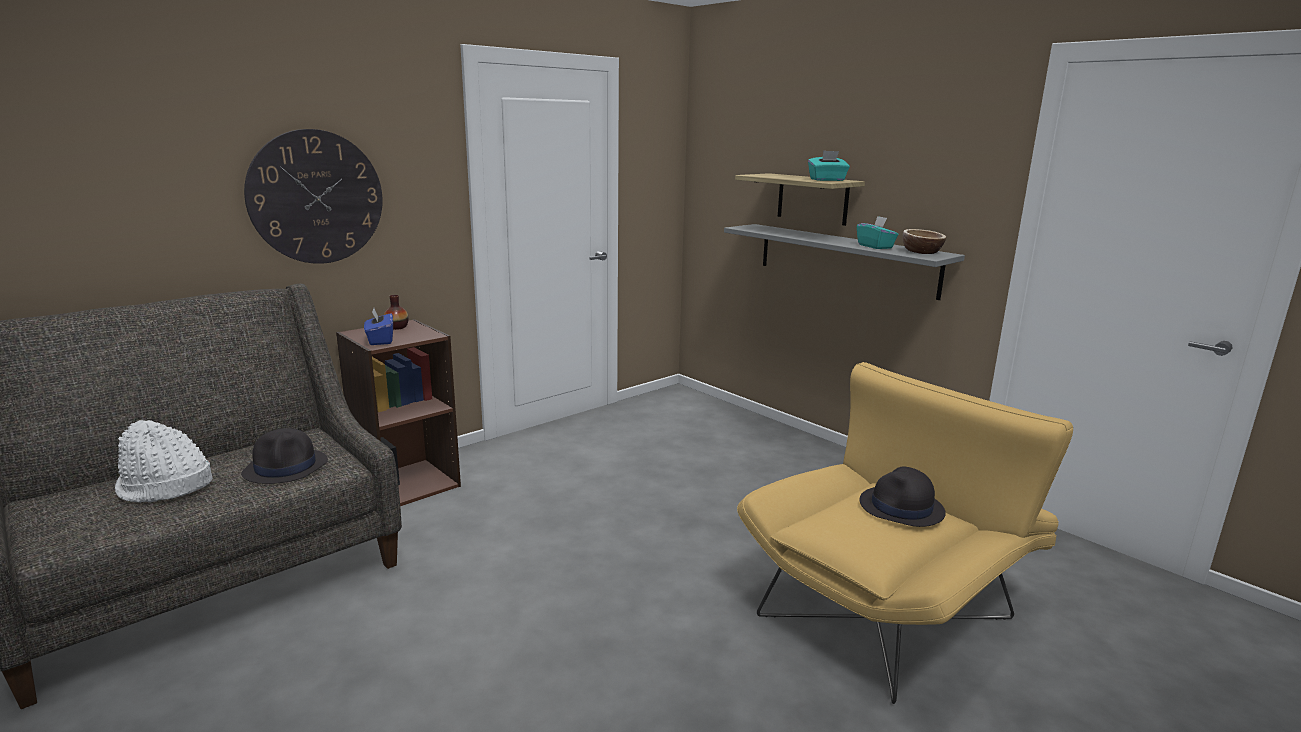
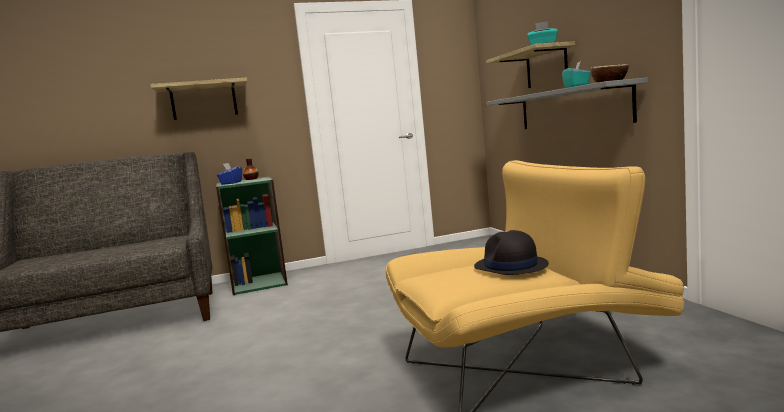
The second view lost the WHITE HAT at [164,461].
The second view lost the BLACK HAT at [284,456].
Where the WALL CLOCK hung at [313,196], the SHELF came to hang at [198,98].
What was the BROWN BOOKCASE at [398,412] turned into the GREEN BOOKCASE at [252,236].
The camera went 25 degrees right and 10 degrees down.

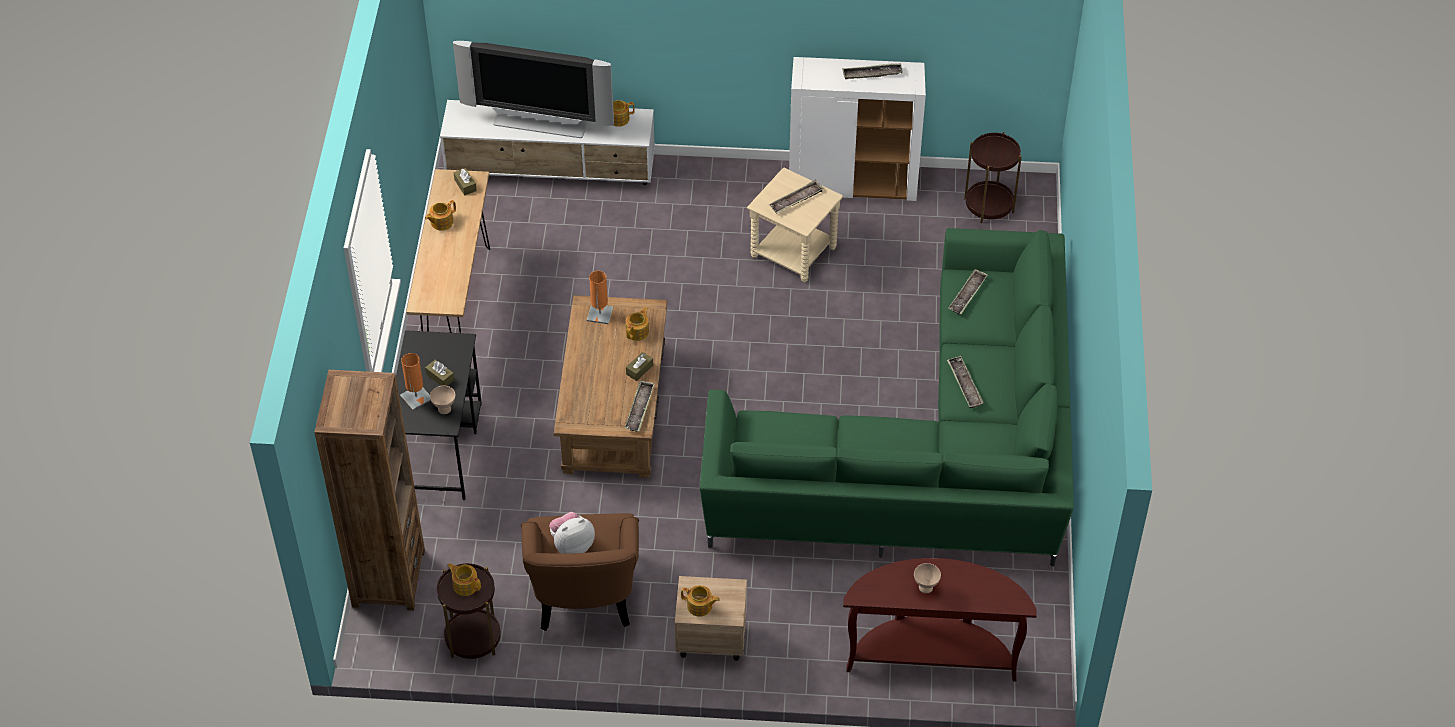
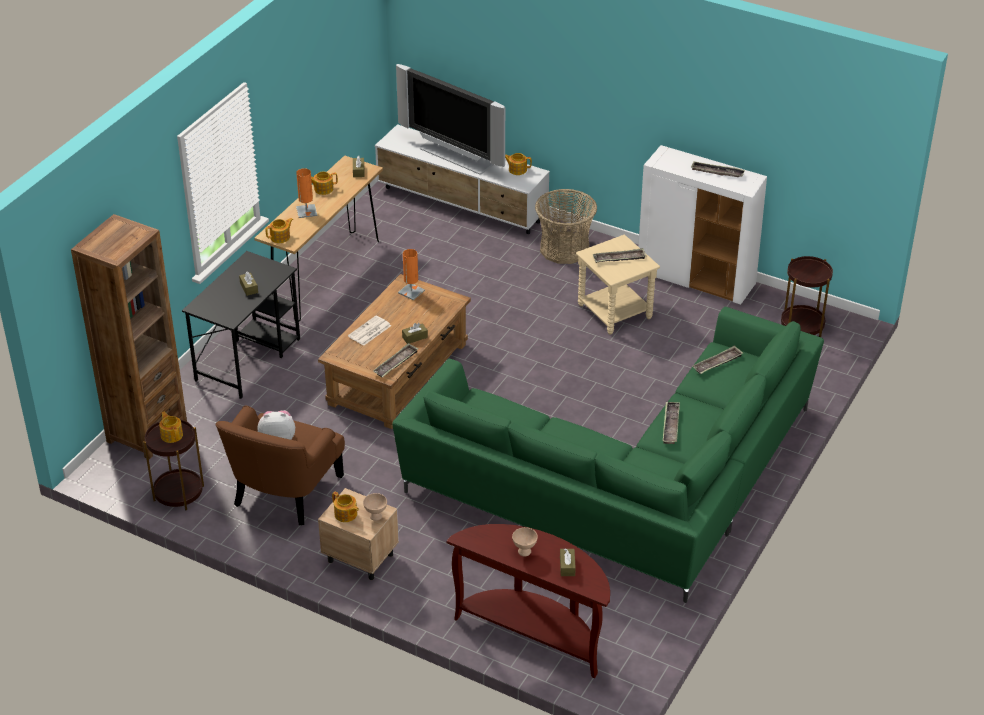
The second view gained the NEWSPAPER at [369,331].
The second view gained the BASKET at [566,226].
The second view gained the BROWN TISSUE BOX at [568,562].
The ORANGE TABLE LAMP ended up elsewhere, having gone from [415,381] to [306,193].
The BEIGE BOWL ended up elsewhere, having gone from [442,400] to [375,507].
The TEAPOT ended up elsewhere, having gone from [637,324] to [279,230].
The camera went 25 degrees right and 10 degrees down.

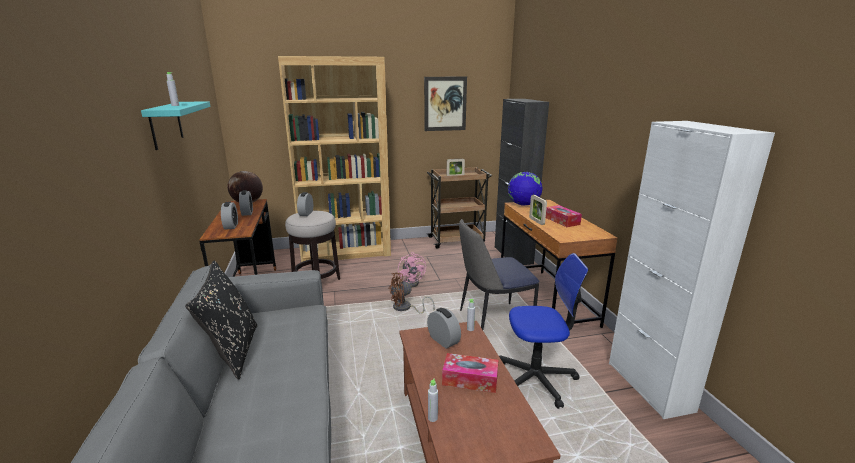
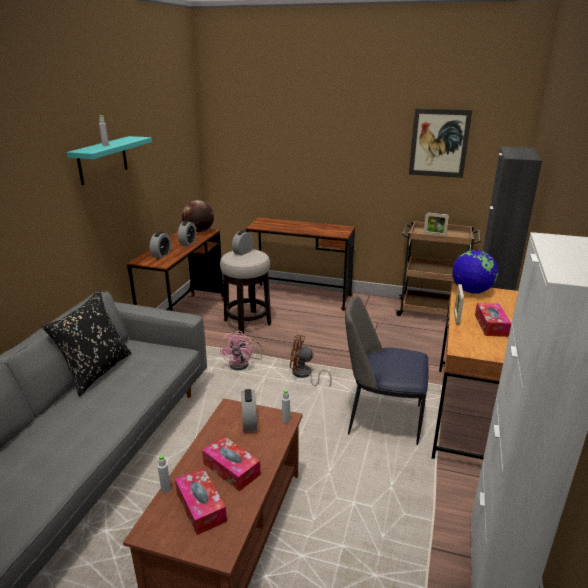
The second view lost the OFFICE CHAIR at [544,331].
The second view gained the TISSUE BOX at [201,501].
The PINK FAN ended up elsewhere, having gone from [412,269] to [241,350].
Where the BROWN BOOKCASE stood at [334,159], the BROWN DESK came to stand at [300,264].
The camera went 30 degrees right and 5 degrees up.

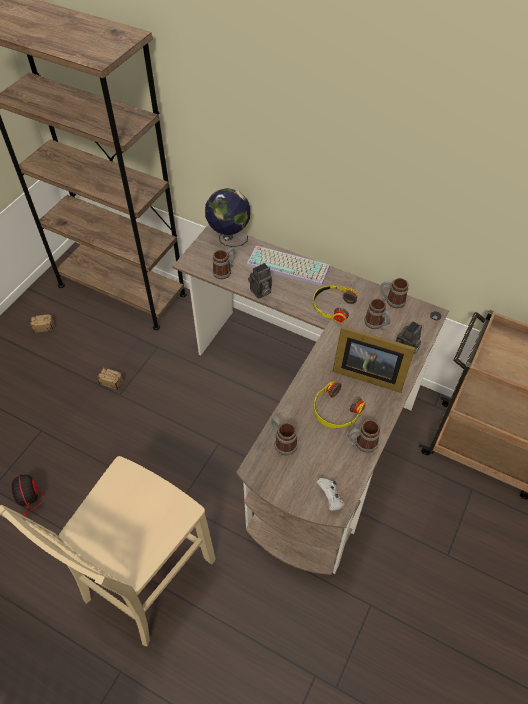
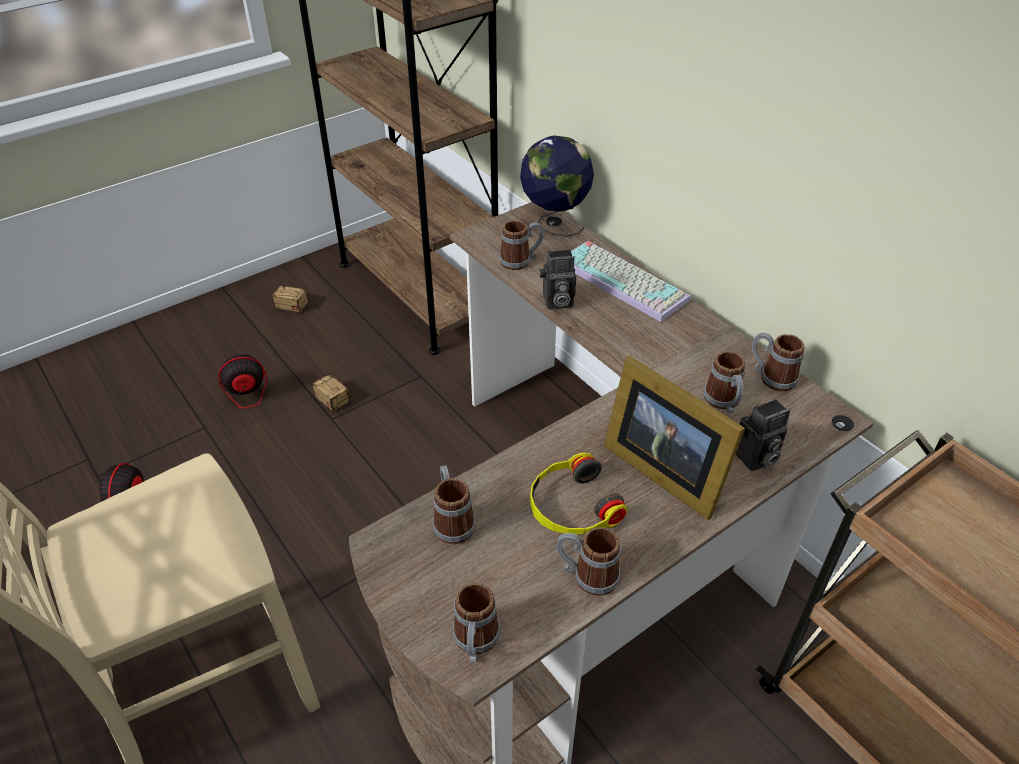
The second view lost the HEADPHONES at [335,304].
The second view gained the FAN at [227,414].
Where the WHITE GAME CONTROLLER stood at [331,494], the MUG came to stand at [476,623].
The camera went 25 degrees right and 10 degrees down.

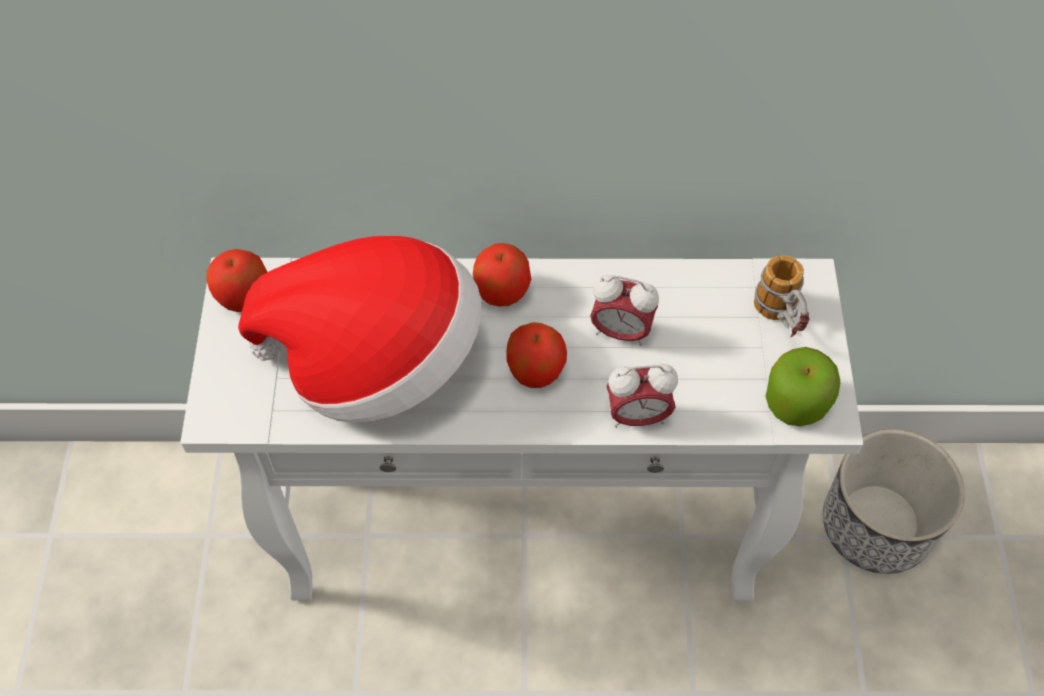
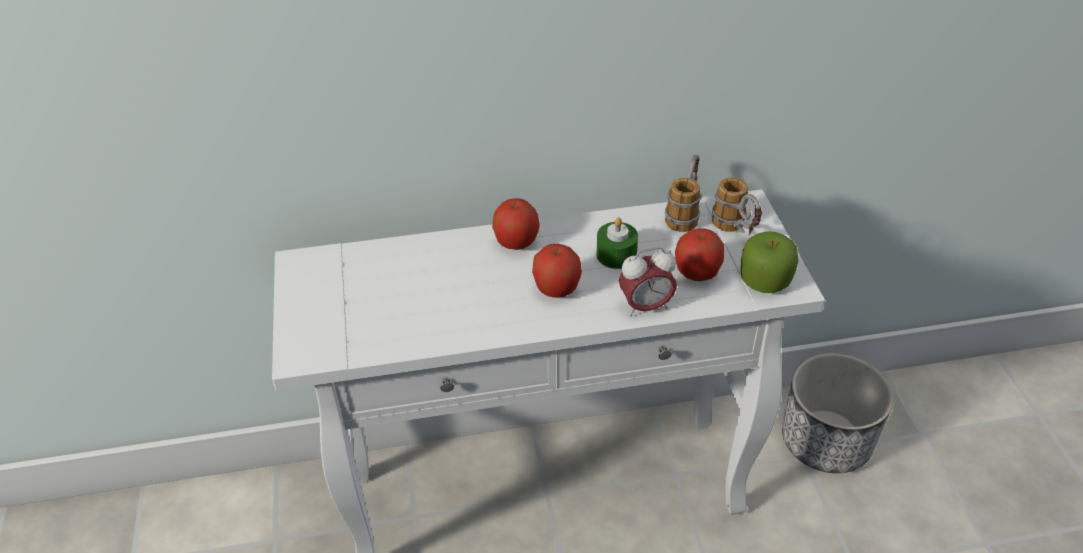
The second view lost the HAT at [359,329].
The second view gained the MUG at [683,193].
The APPLE ended up elsewhere, having gone from [236,280] to [699,254].
Where the ALARM CLOCK stood at [624,310], the GREEN CANDLE came to stand at [617,243].
The camera went 10 degrees left and 15 degrees down.

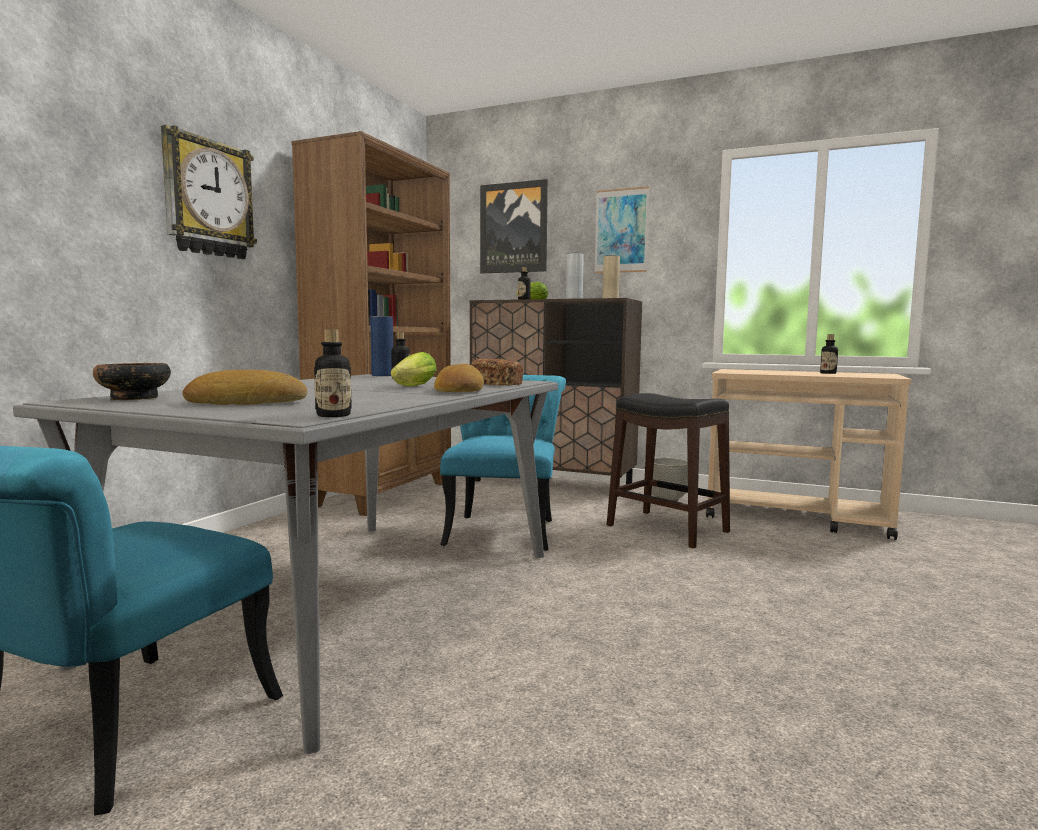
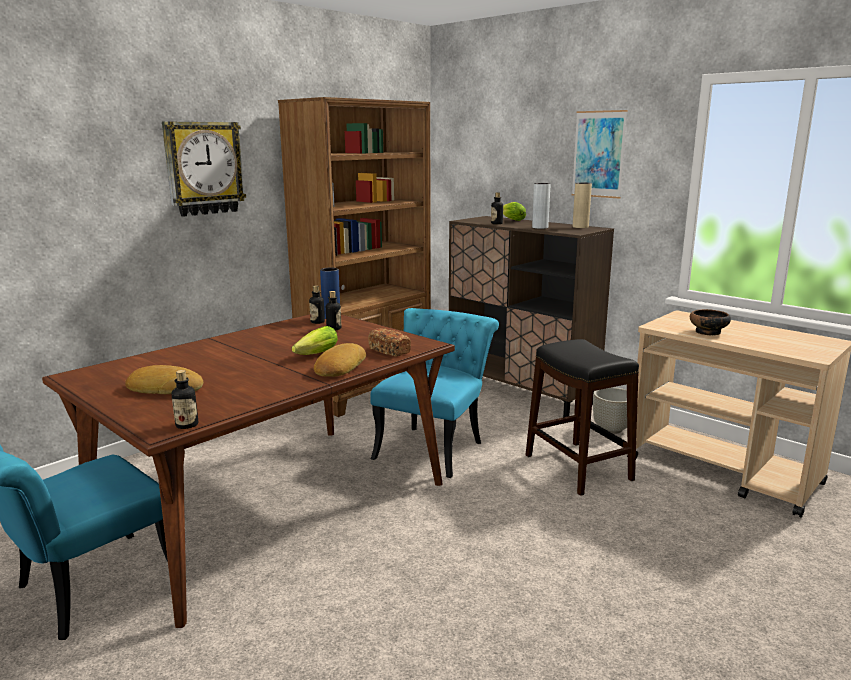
The second view lost the PICTURE at [514,226].
The BOWL ended up elsewhere, having gone from [132,381] to [710,322].
The BOTTLE ended up elsewhere, having gone from [829,354] to [317,304].
What was the GREY DINING TABLE at [285,564] turned into the BROWN DINING TABLE at [248,471].
The camera went 20 degrees right and 10 degrees up.

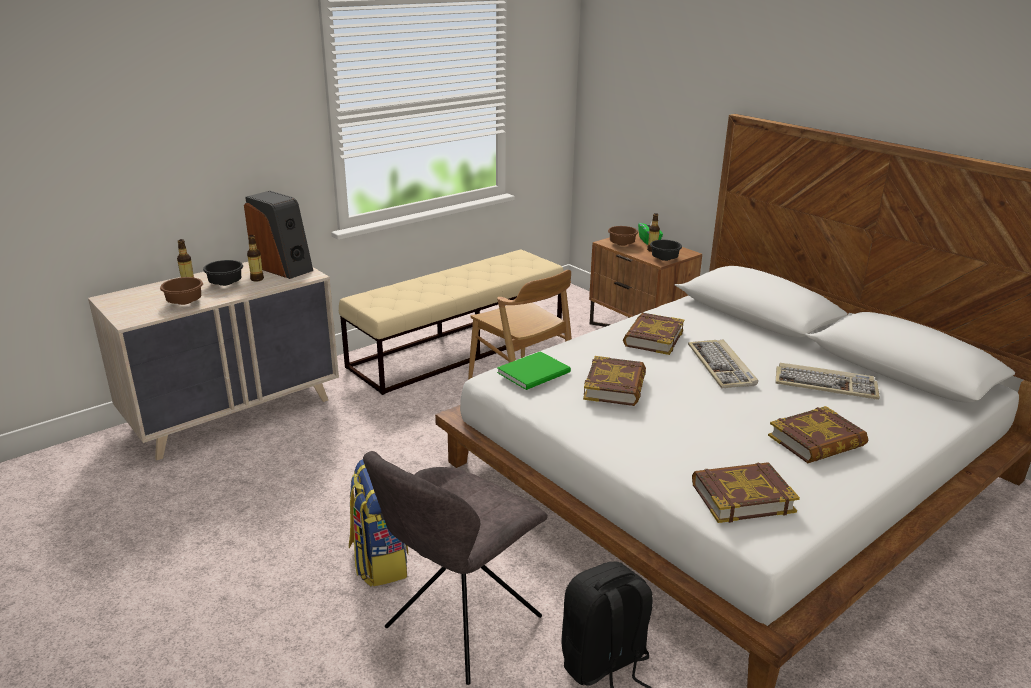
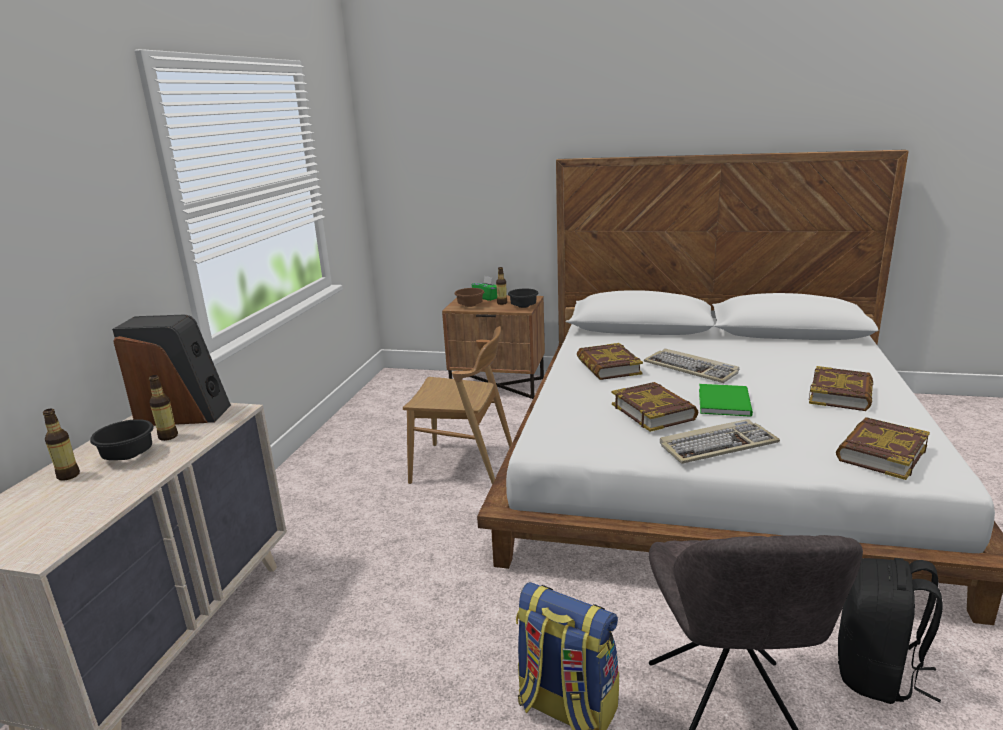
The second view lost the BROWN BOWL at [181,291].
The second view lost the BEIGE BENCH at [451,322].
The GREEN BOOK ended up elsewhere, having gone from [534,370] to [726,400].
The KEYBOARD ended up elsewhere, having gone from [827,381] to [720,441].
The camera went 35 degrees left and 5 degrees down.

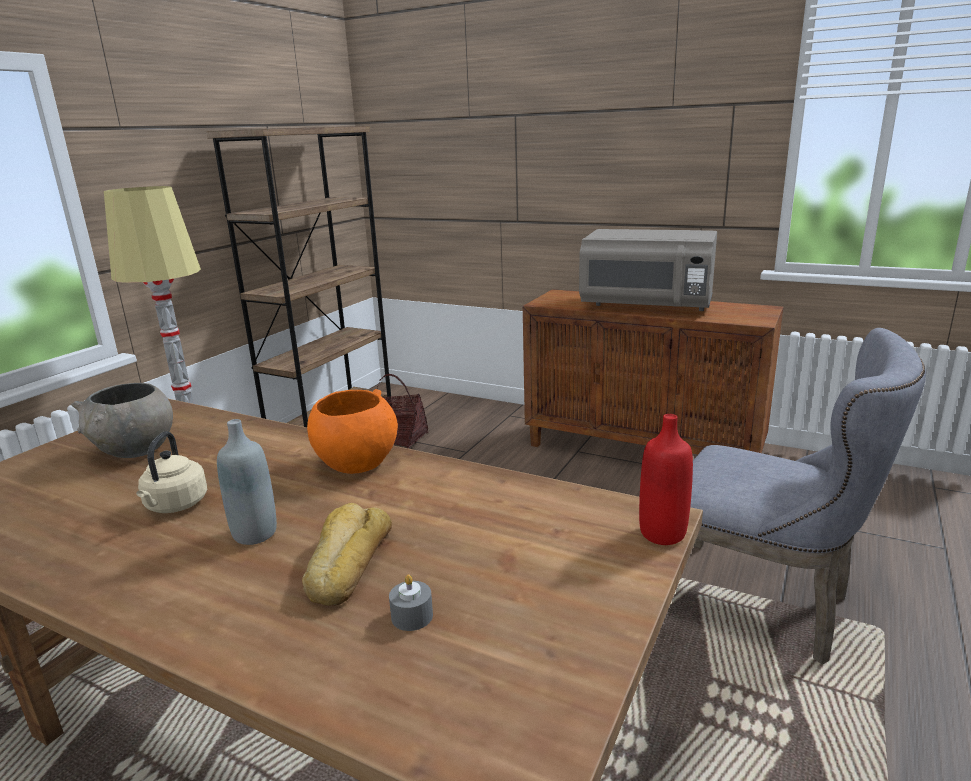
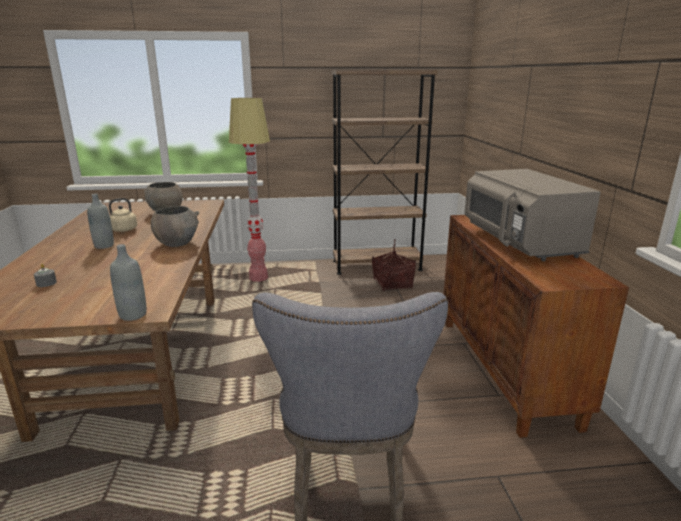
The second view lost the BREAD at [347,554].
What was the ORANGE BOWL at [352,431] turned into the GREY BOWL at [175,226].
What was the RED BOTTLE at [666,479] turned into the GREY BOTTLE at [128,282].
The camera went 55 degrees right and 0 degrees up.

